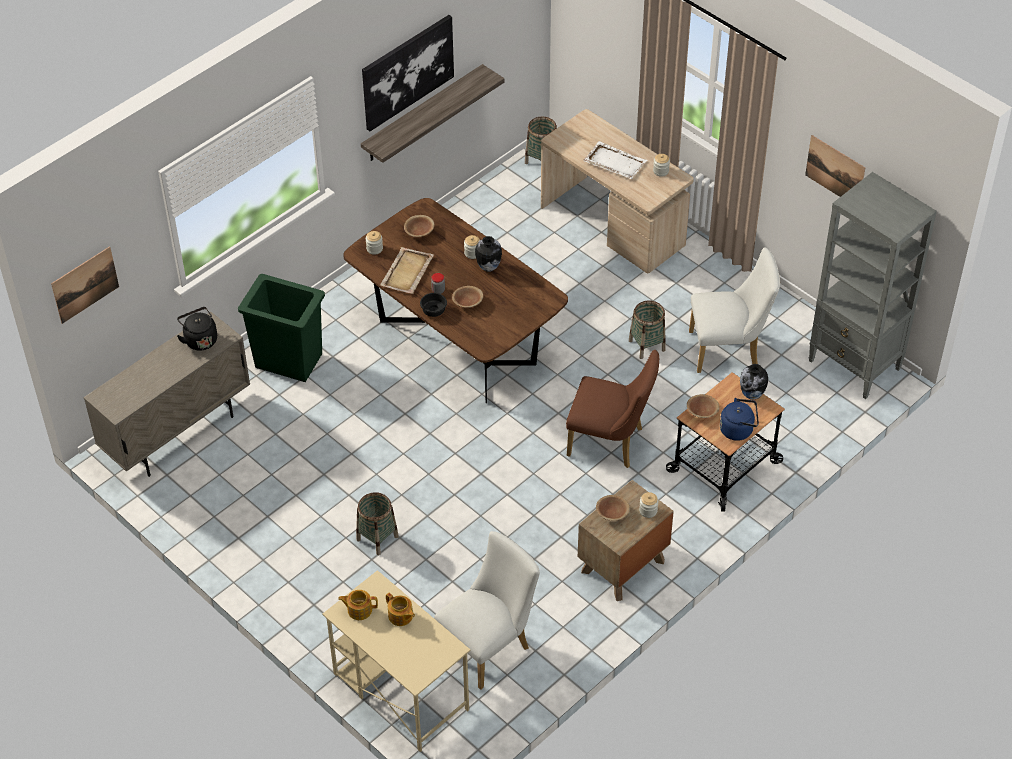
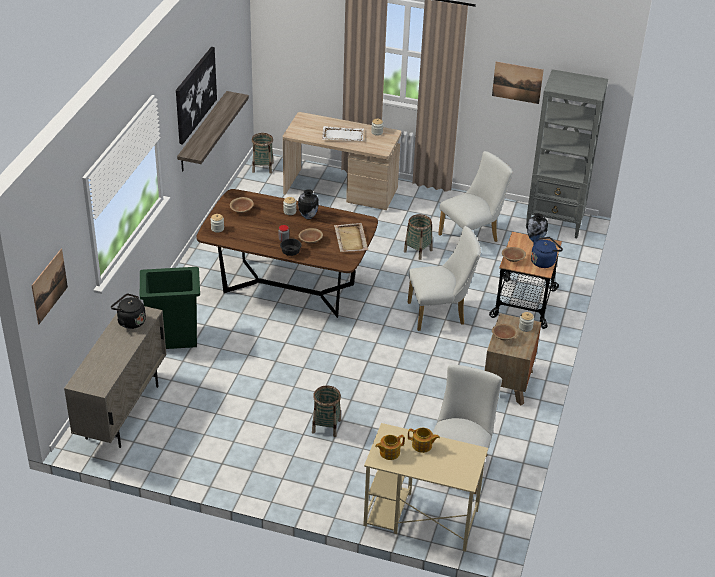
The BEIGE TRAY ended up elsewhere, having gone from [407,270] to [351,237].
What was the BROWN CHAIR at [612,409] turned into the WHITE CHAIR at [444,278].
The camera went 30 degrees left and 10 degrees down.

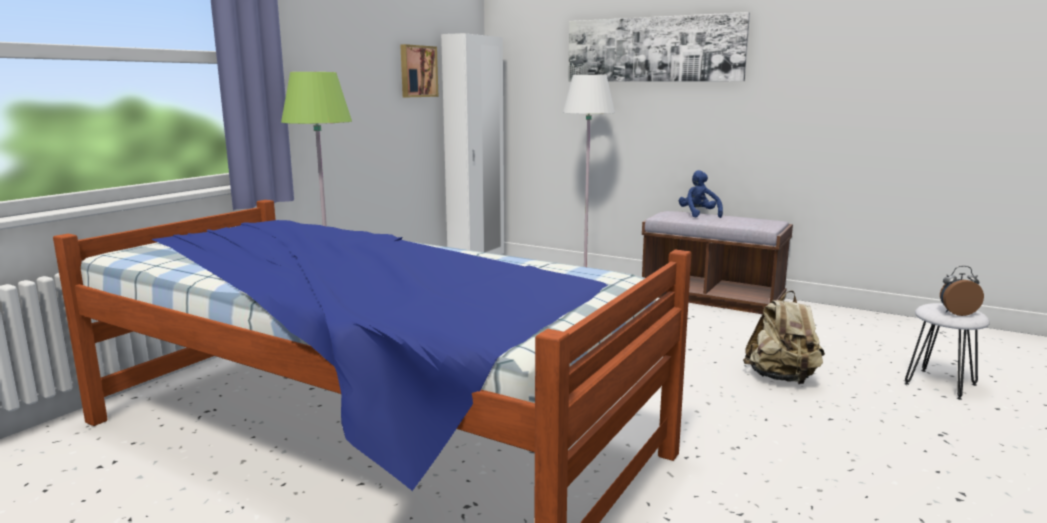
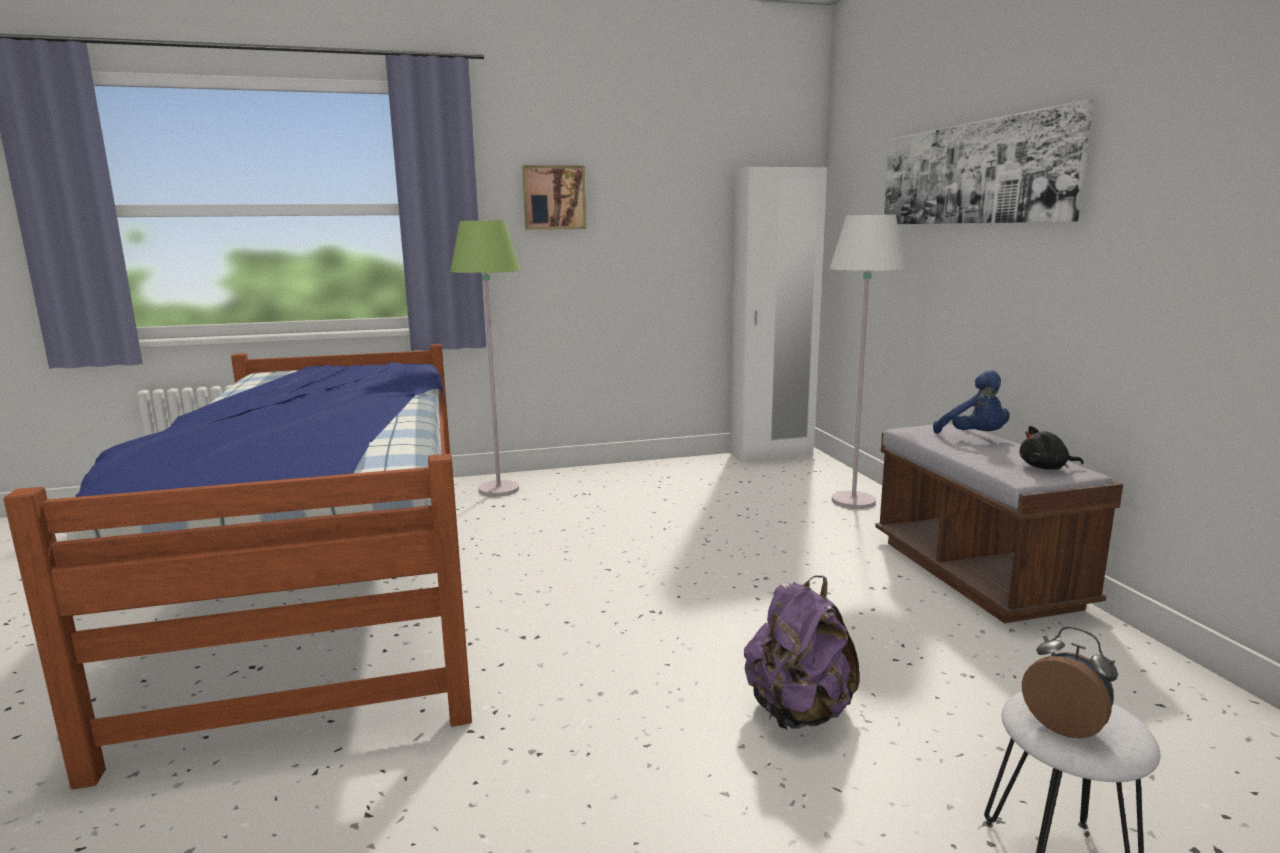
The second view gained the BLACK PLUSH TOY at [1051,448].
The PICTURE ended up elsewhere, having gone from [419,70] to [554,197].
What was the BEIGE BACKPACK at [784,337] turned into the PURPLE BACKPACK at [802,653].
The BLUE PLUSH TOY at [701,194] ended up facing another way, 120 degrees clockwise from before.
The camera went 45 degrees right and 0 degrees up.

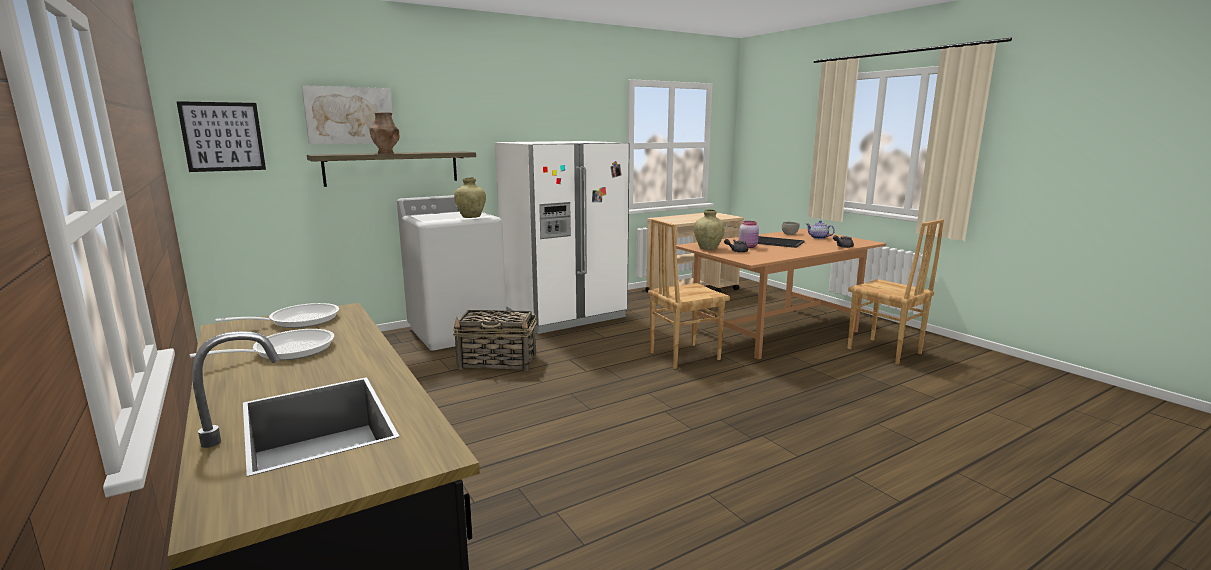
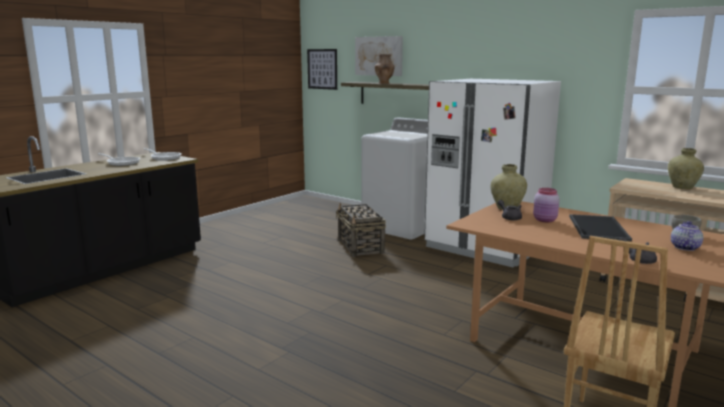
The second view lost the BROWN CHAIR at [689,294].
The BEIGE VASE ended up elsewhere, having gone from [470,197] to [686,168].
The camera went 70 degrees right and 0 degrees up.

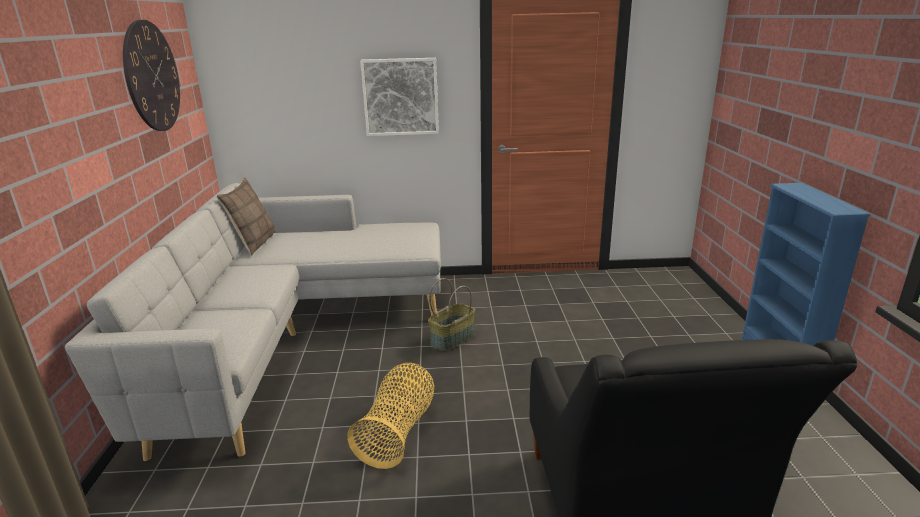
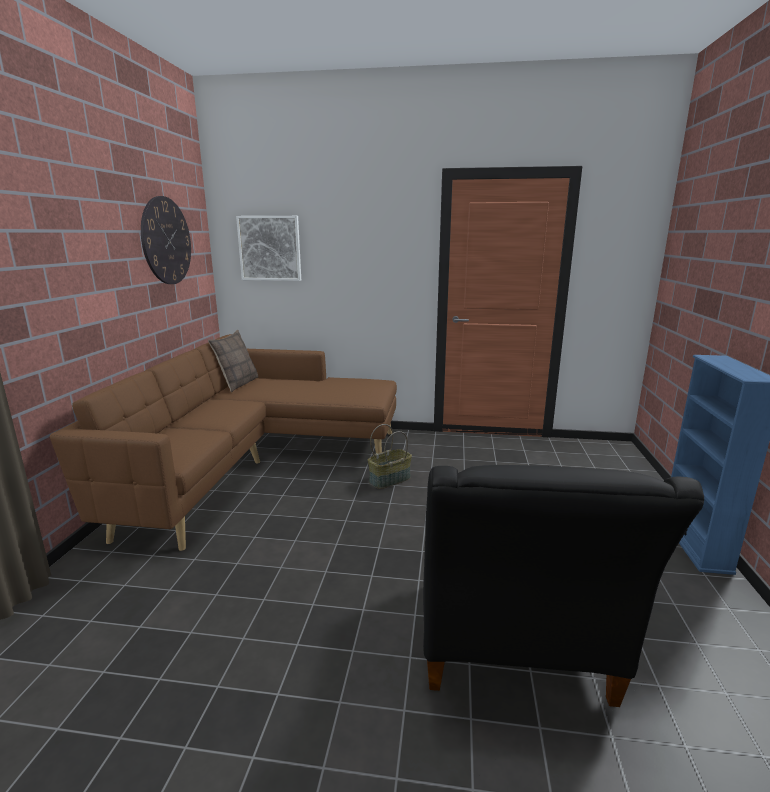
The second view lost the BASKET at [390,416].
The PICTURE ended up elsewhere, having gone from [399,97] to [268,248].
What was the GREY SOFA at [253,322] turned into the BROWN SOFA at [223,442].
The camera went 10 degrees right and 5 degrees down.

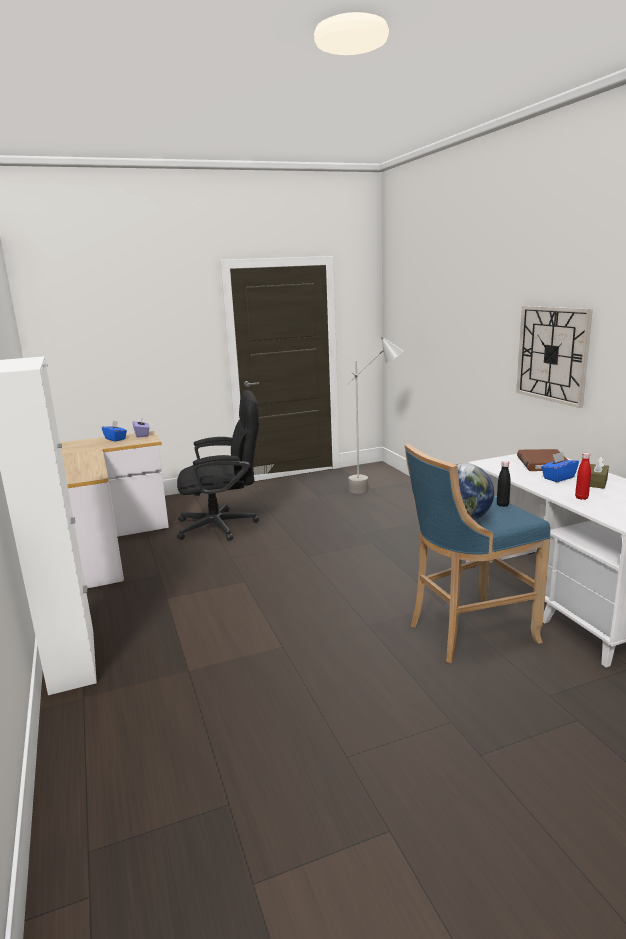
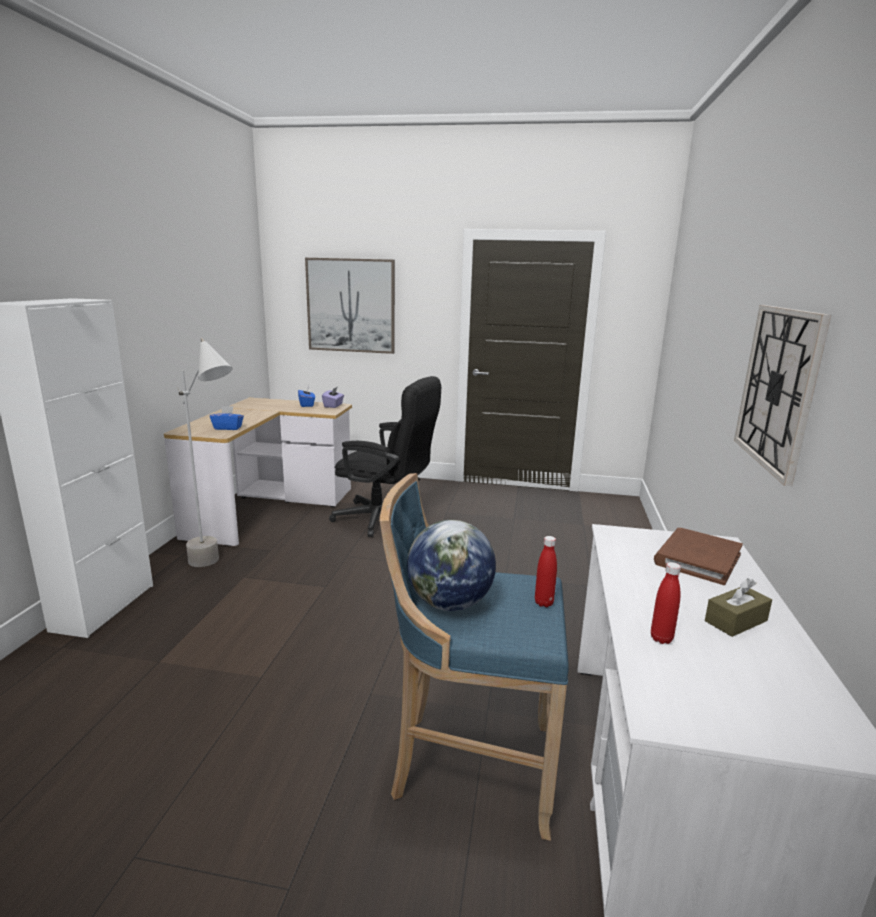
The second view gained the PICTURE at [350,306].
The GREY FLOOR LAMP ended up elsewhere, having gone from [375,415] to [204,452].
The BLUE TISSUE BOX ended up elsewhere, having gone from [560,467] to [227,418].
What was the BLACK BOTTLE at [504,484] turned into the RED BOTTLE at [546,571].
The camera went 30 degrees right and 0 degrees up.

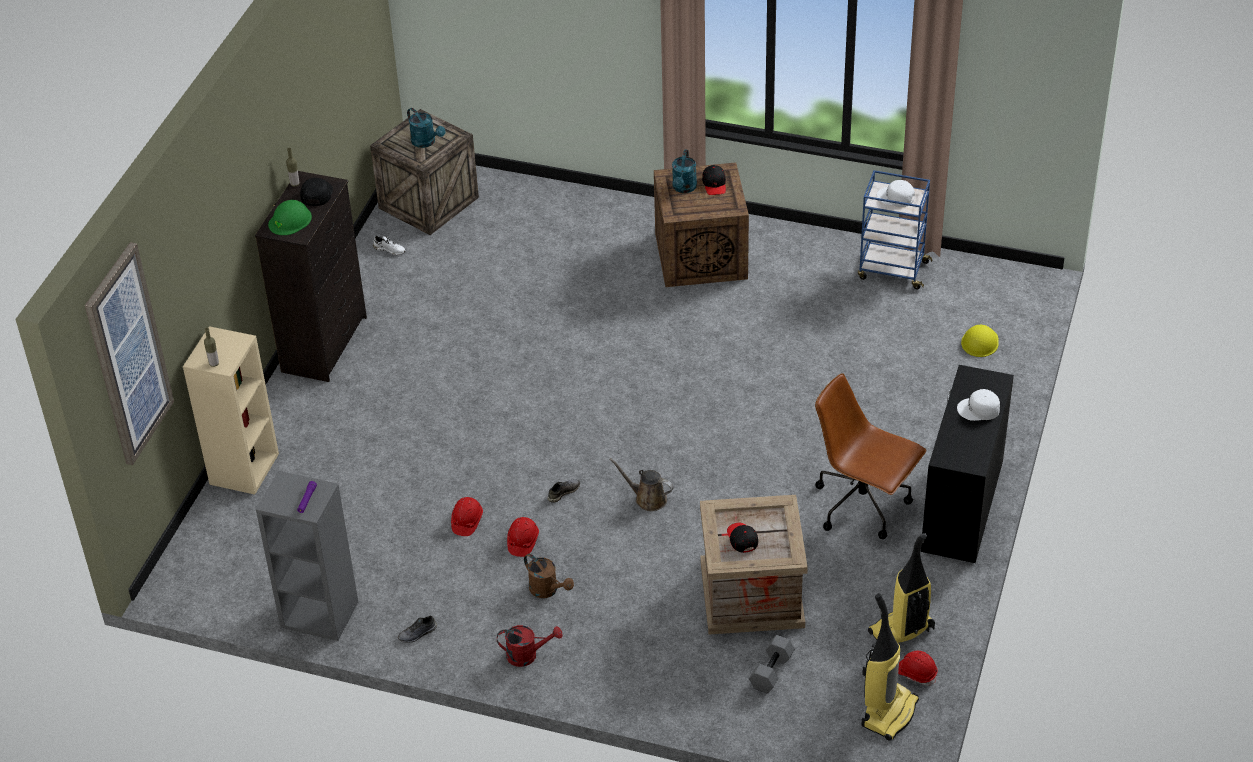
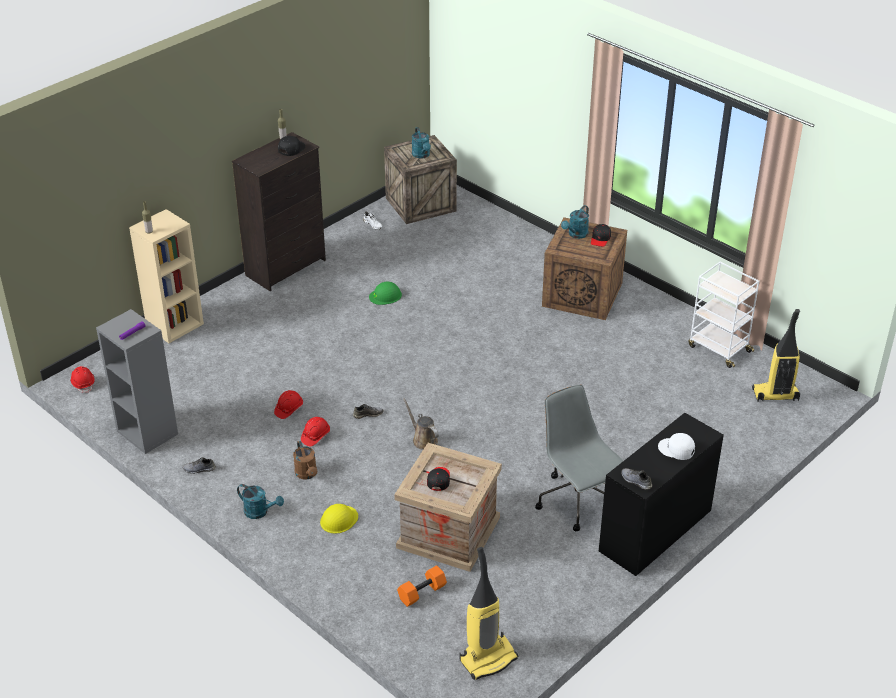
The second view lost the PICTURE at [129,353].
The second view lost the WHITE CAP at [896,193].
The second view gained the GREY SHOE at [636,479].
The GREEN HARD HAT ended up elsewhere, having gone from [290,217] to [385,293].
The VACUUM CLEANER ended up elsewhere, having gone from [901,588] to [776,355].
The RED HARD HAT ended up elsewhere, having gone from [918,668] to [82,379].
The YELLOW HARD HAT ended up elsewhere, having gone from [980,341] to [339,518].
What was the RED WATERING CAN at [530,646] turned into the TURQUOISE WATERING CAN at [260,501].
What was the GREY DUMBBELL at [772,664] turned into the ORANGE DUMBBELL at [422,586].
What was the BROWN OFFICE CHAIR at [870,456] turned into the GREY OFFICE CHAIR at [579,458].
What was the BLUE CART at [895,229] turned into the WHITE CART at [724,315].
The camera went 25 degrees right and 5 degrees down.

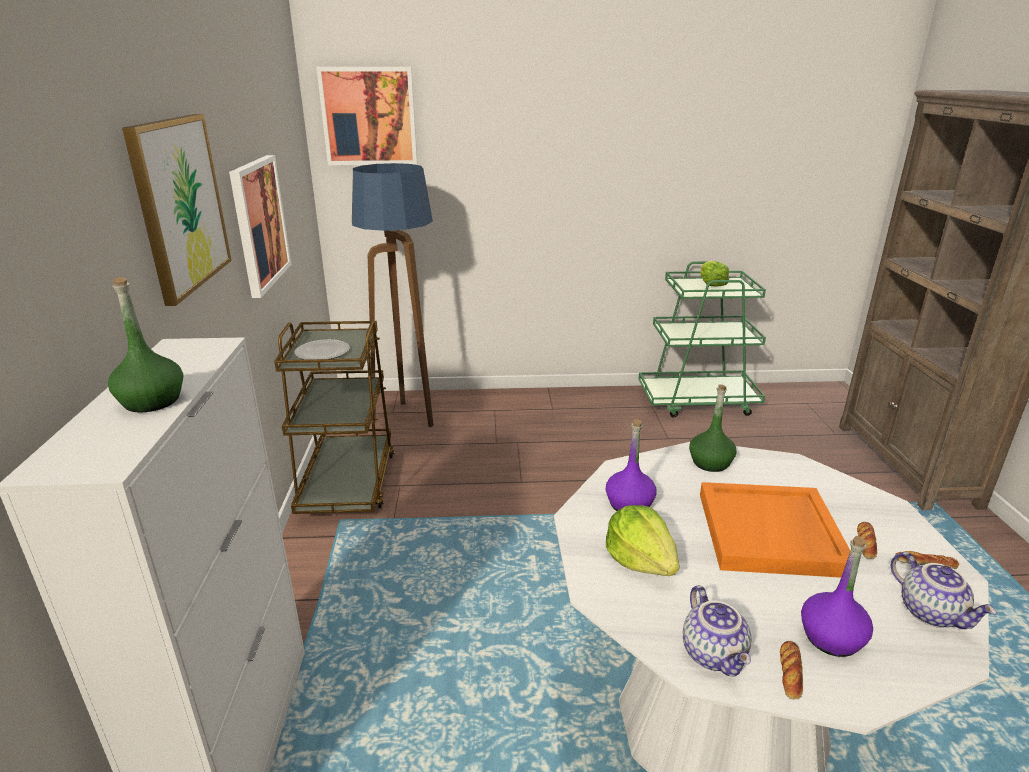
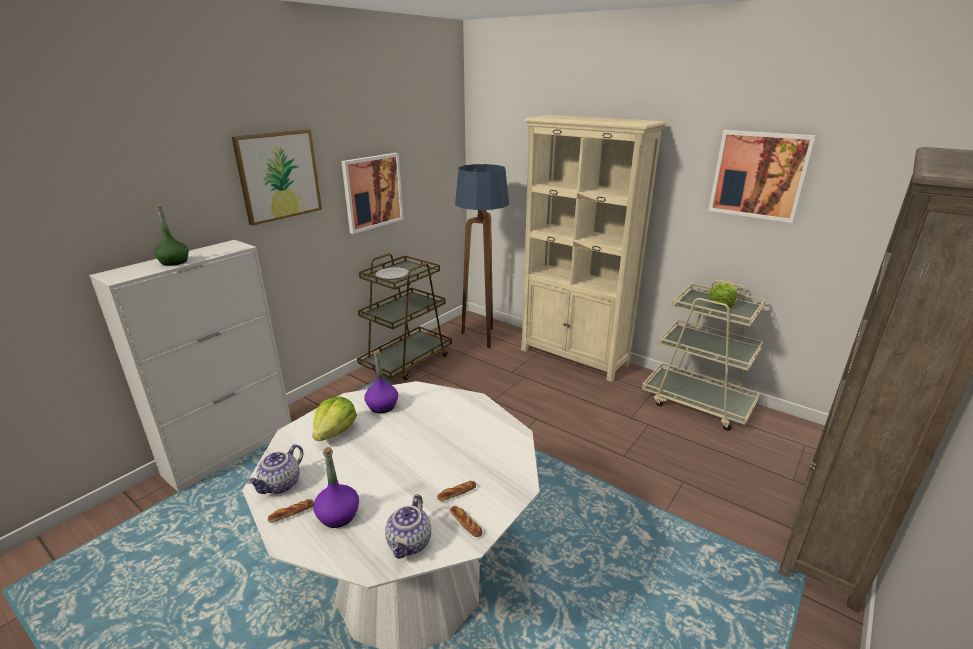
The second view lost the GREEN BOTTLE at [713,428].
The second view lost the ORANGE TRAY at [775,530].
The second view gained the BEIGE BOOKCASE at [594,248].
The PICTURE ended up elsewhere, having gone from [366,116] to [762,176].
What was the GREEN CART at [702,339] turned into the BEIGE CART at [704,355].
The camera went 40 degrees right and 0 degrees up.

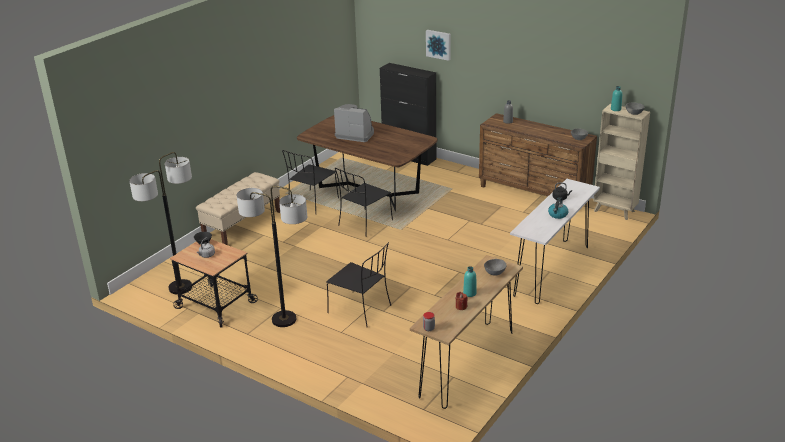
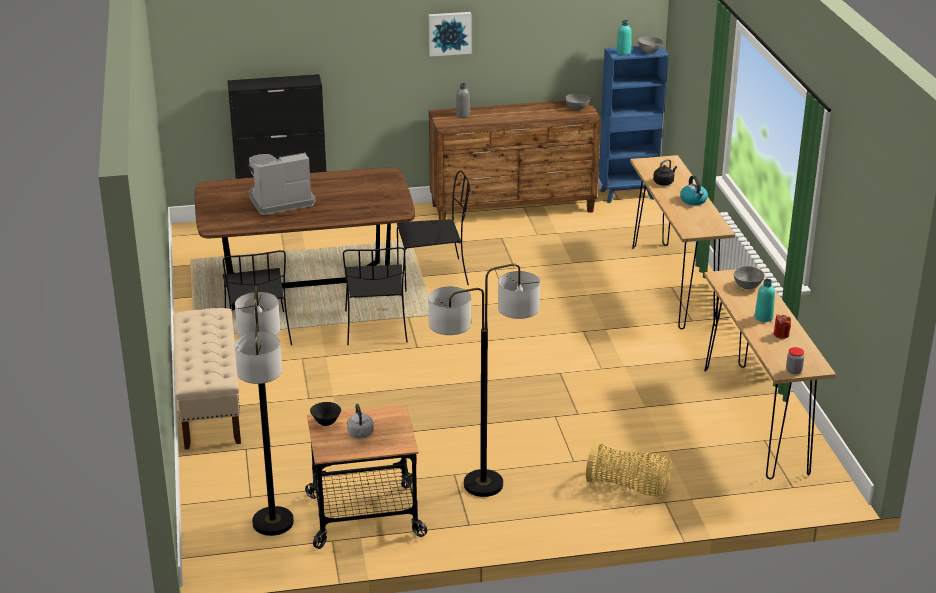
The second view gained the BASKET at [628,469].
The BLACK CHAIR ended up elsewhere, having gone from [358,284] to [434,230].
The PICTURE ended up elsewhere, having gone from [438,45] to [450,34].
What was the WHITE CONSOLE TABLE at [555,241] turned into the BROWN CONSOLE TABLE at [682,242].
What was the BEIGE BOOKCASE at [621,162] turned into the BLUE BOOKCASE at [633,124].
The camera went 45 degrees left and 0 degrees up.

